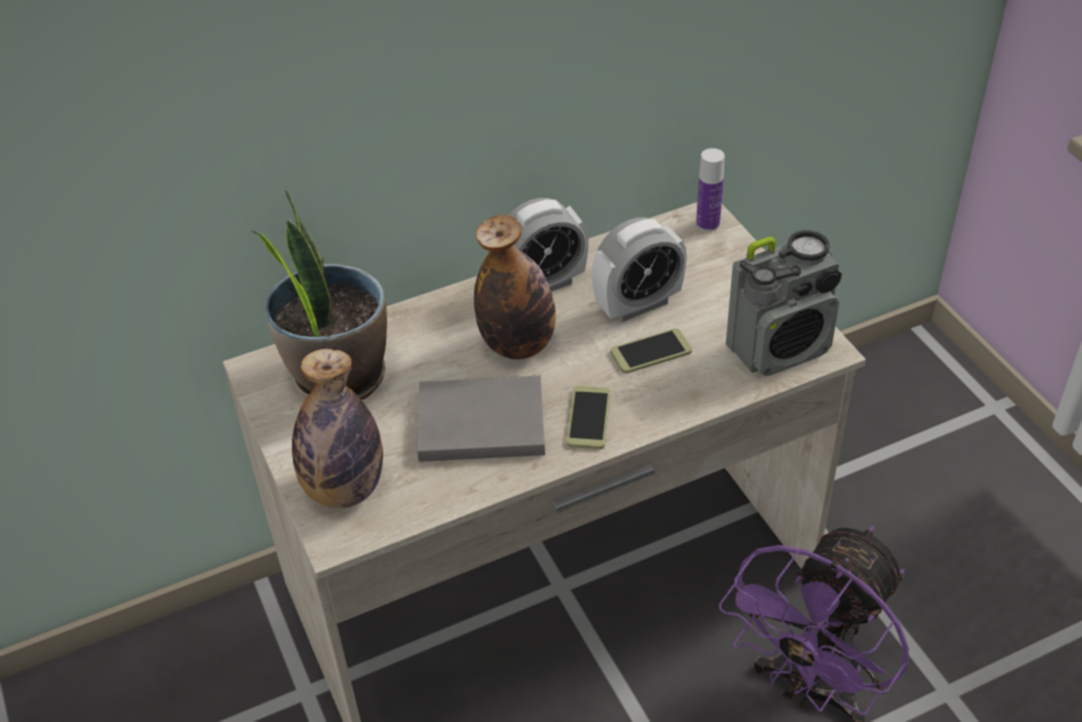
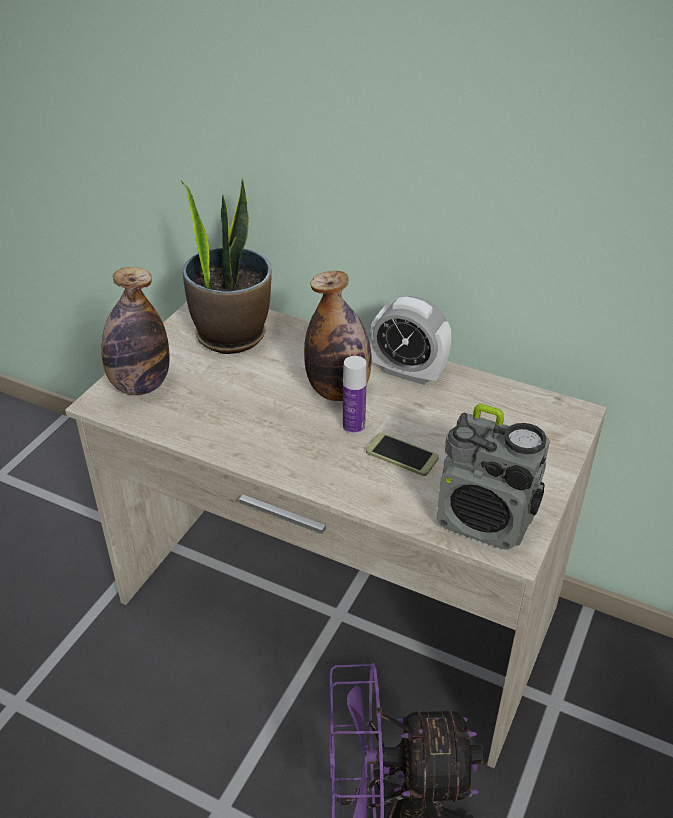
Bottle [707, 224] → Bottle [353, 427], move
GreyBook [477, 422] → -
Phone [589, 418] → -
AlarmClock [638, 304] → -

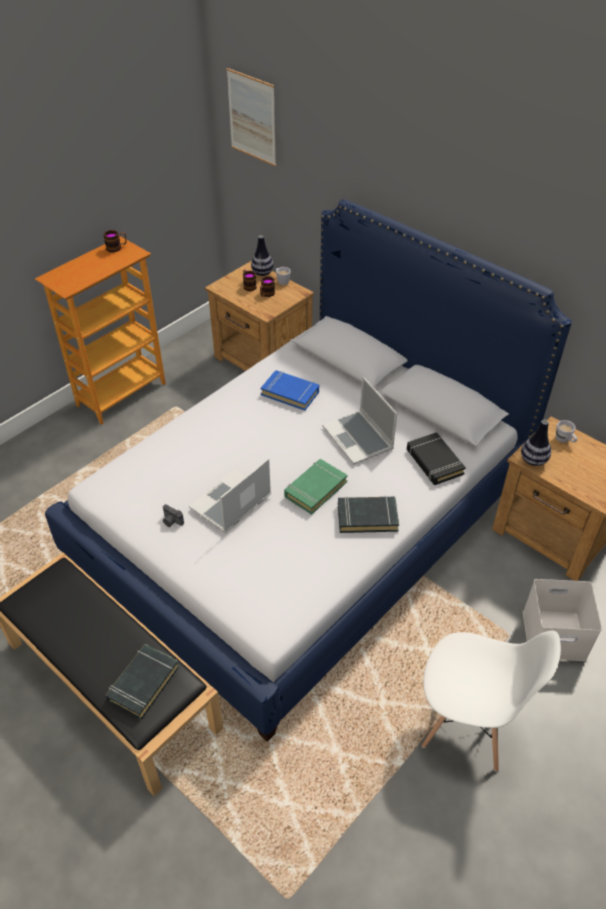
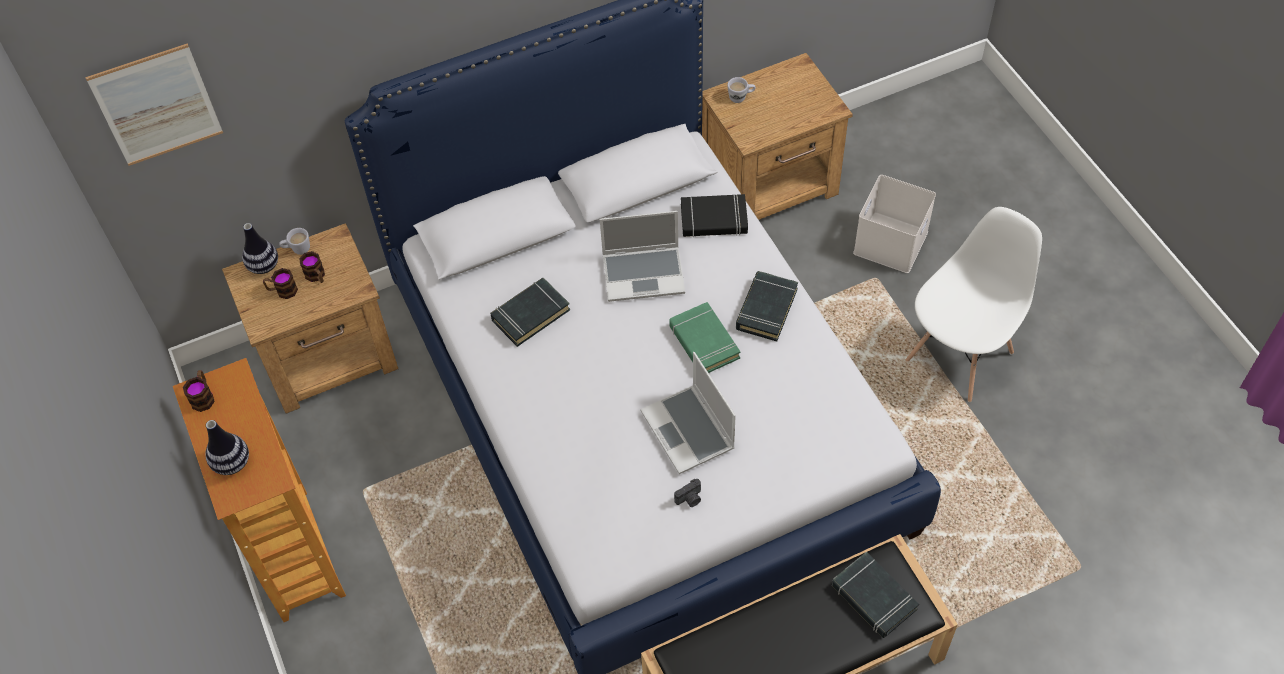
Vase [533, 460] → Vase [232, 463], move
BlueBook [290, 393] → BlackBook [530, 315]

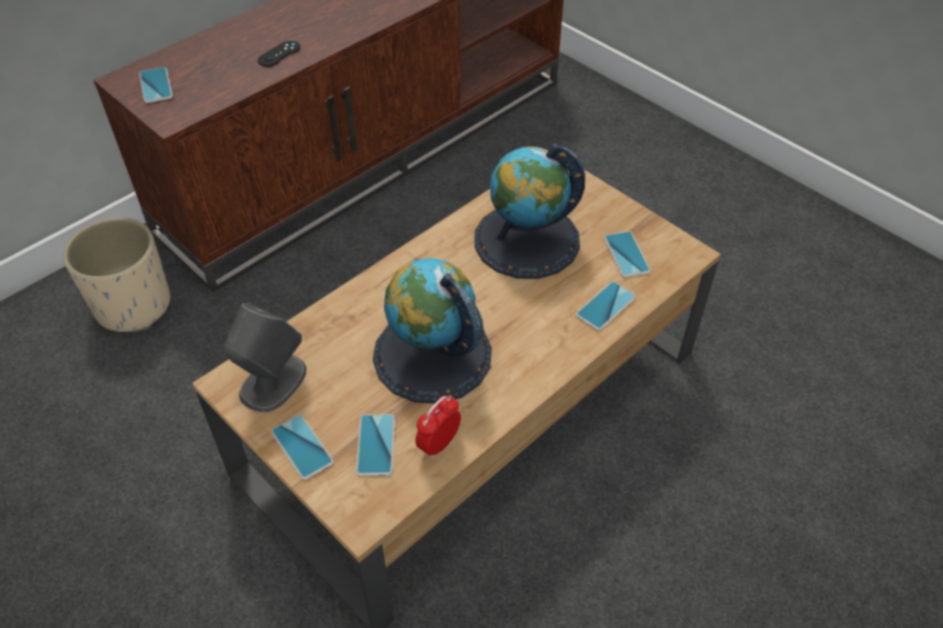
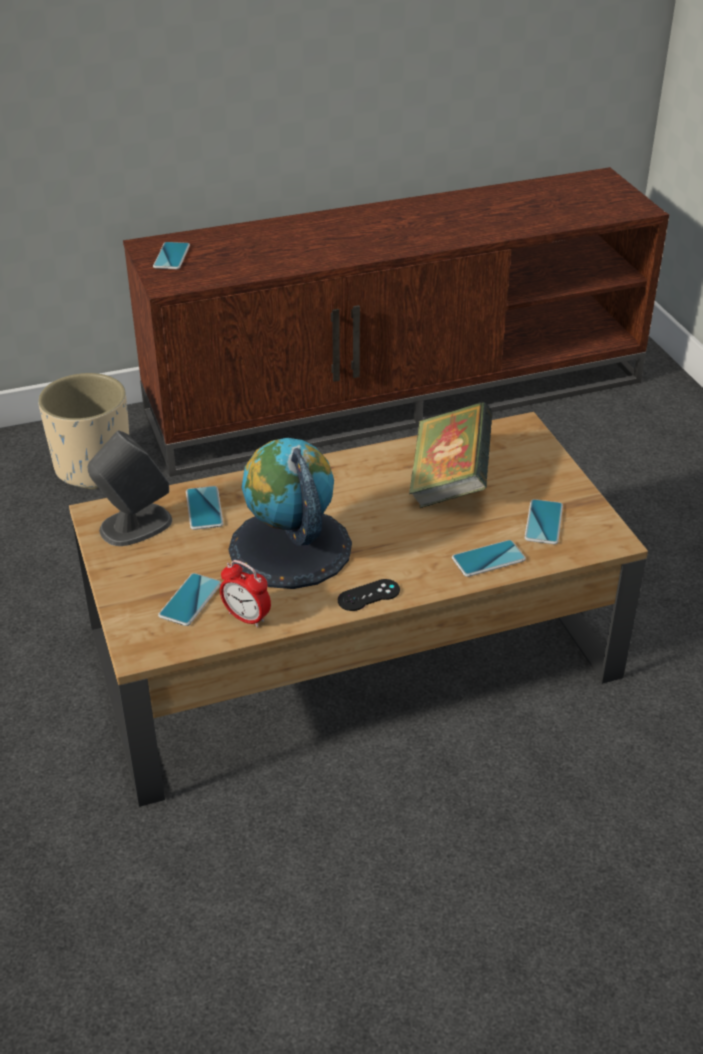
Phone [302, 447] → Phone [204, 508], move
AlarmClock [439, 444] → AlarmClock [246, 617], 120 degrees counterclockwise
BlackGameController [279, 54] → BlackGameController [368, 595], move
Globe [526, 240] → Book [449, 482]

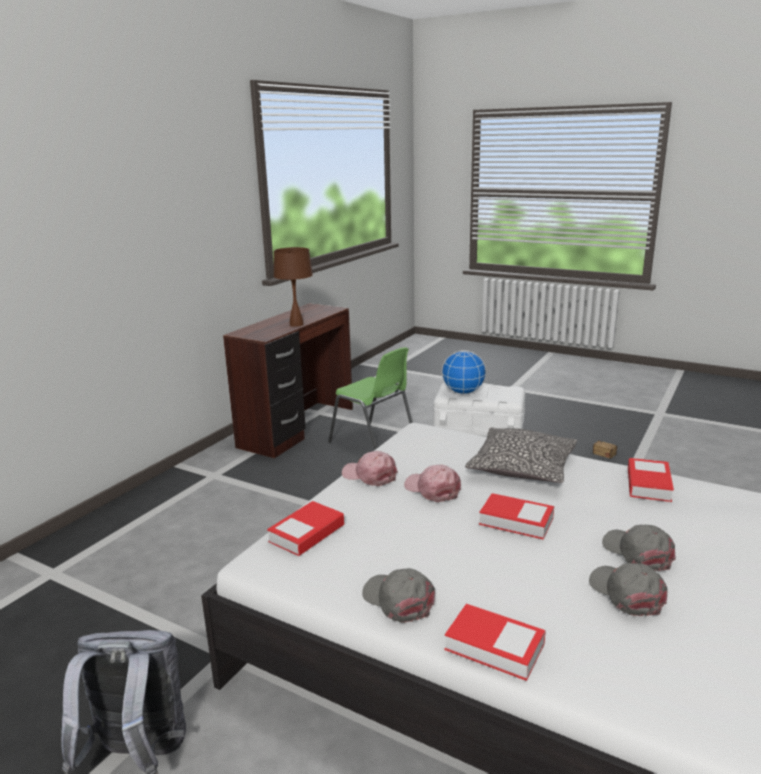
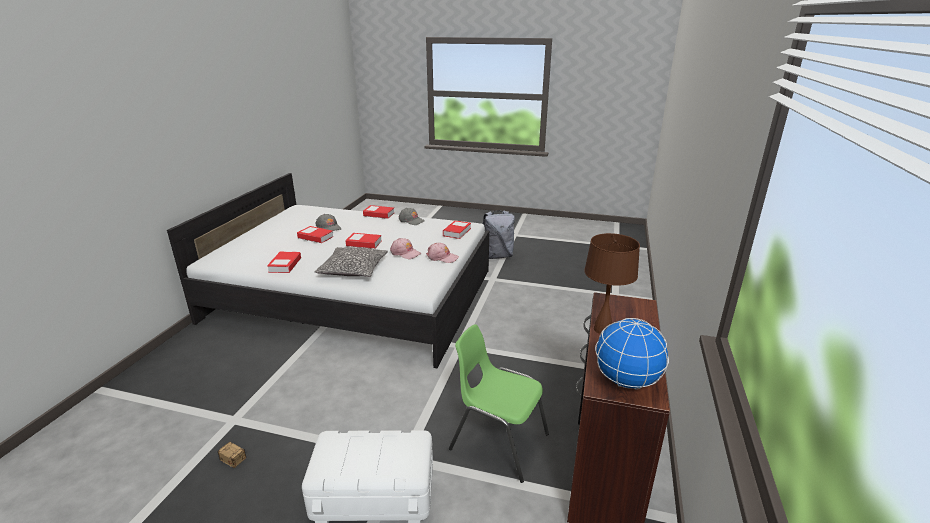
GreyCap [638, 553] → Book [315, 237]
Globe [463, 393] → Globe [626, 381], move

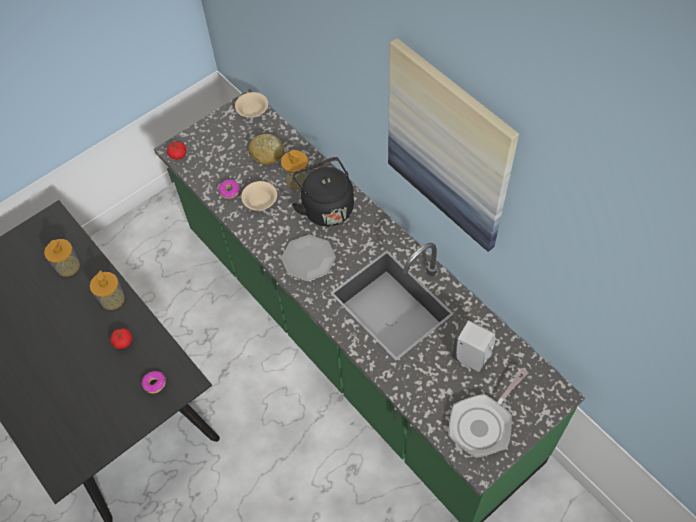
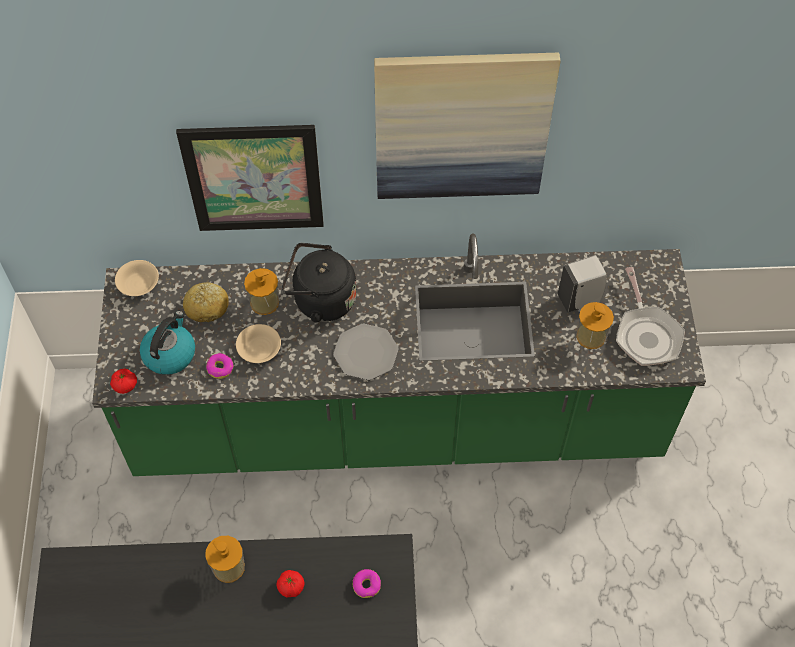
- → Kettle [170, 354]
- → Picture [254, 178]
SoapDispenser [68, 266] → SoapDispenser [591, 336], move

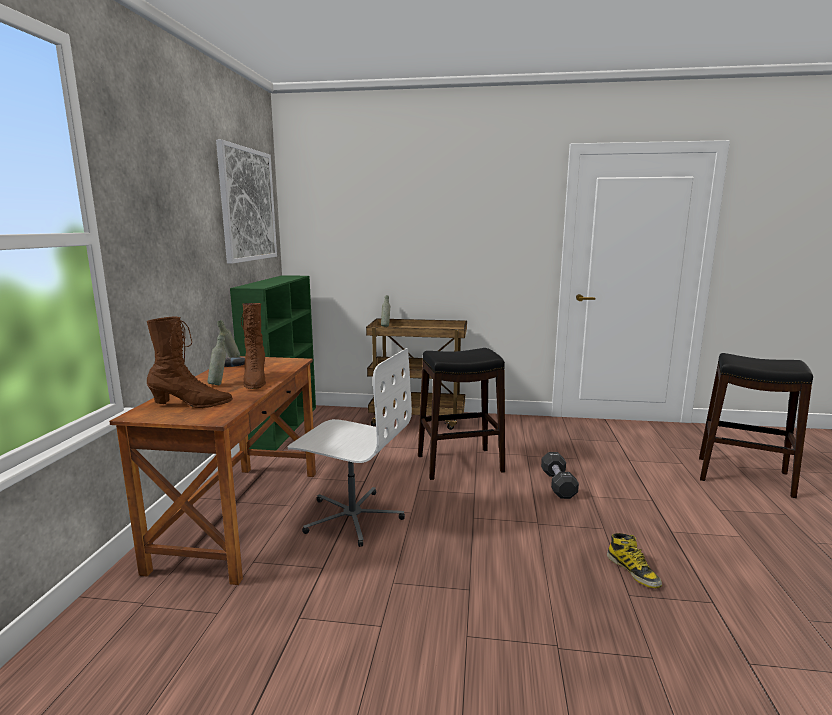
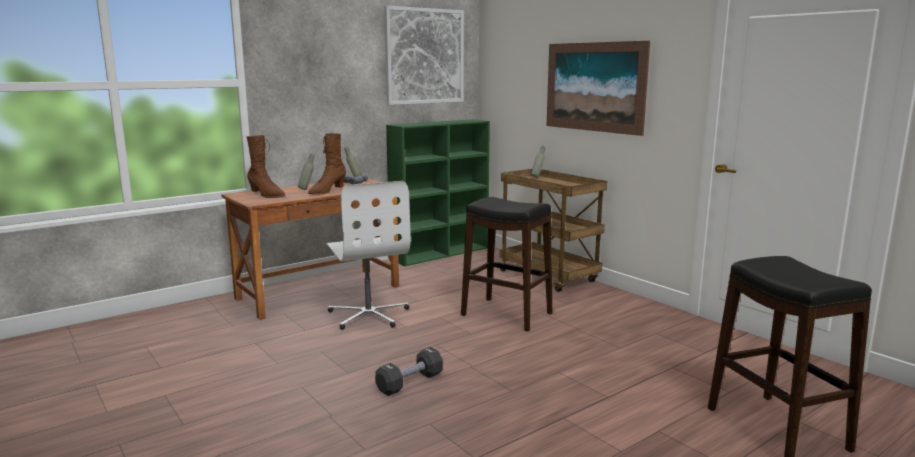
BlackDumbbell [558, 484] → BlackDumbbell [410, 383], move
- → Picture [594, 87]
Boot [633, 571] → -

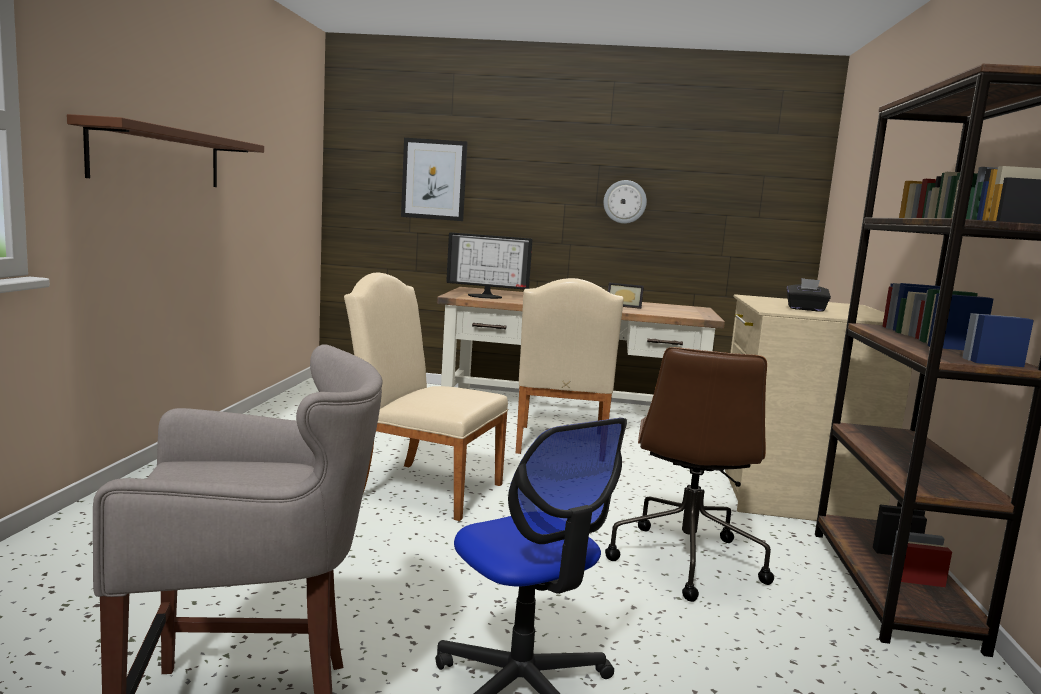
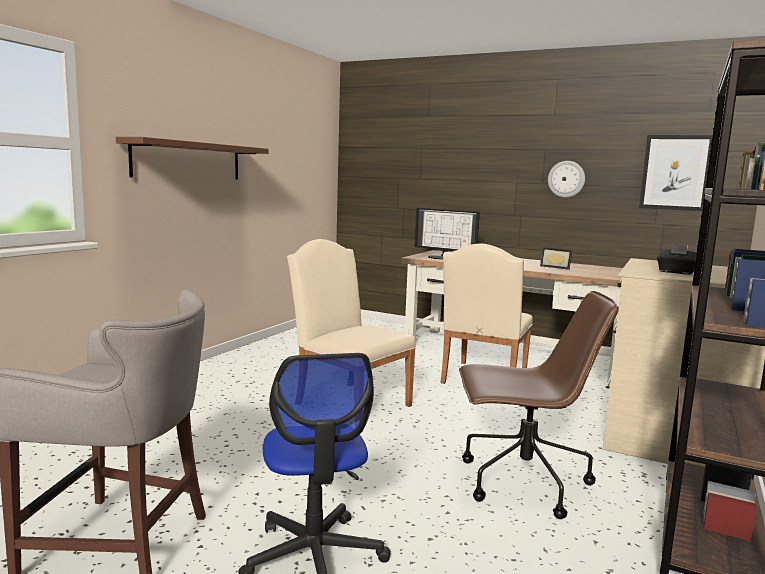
BrownOfficeChair [685, 560] → BrownOfficeChair [521, 482], 120 degrees counterclockwise
Picture [434, 179] → Picture [675, 172], move

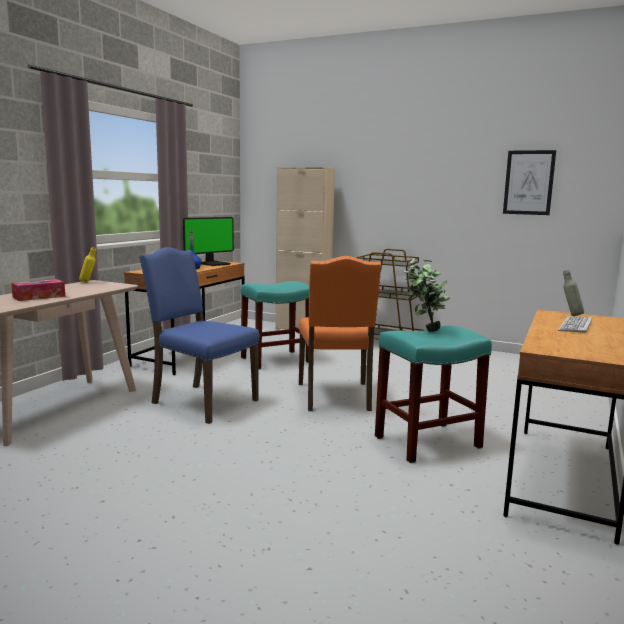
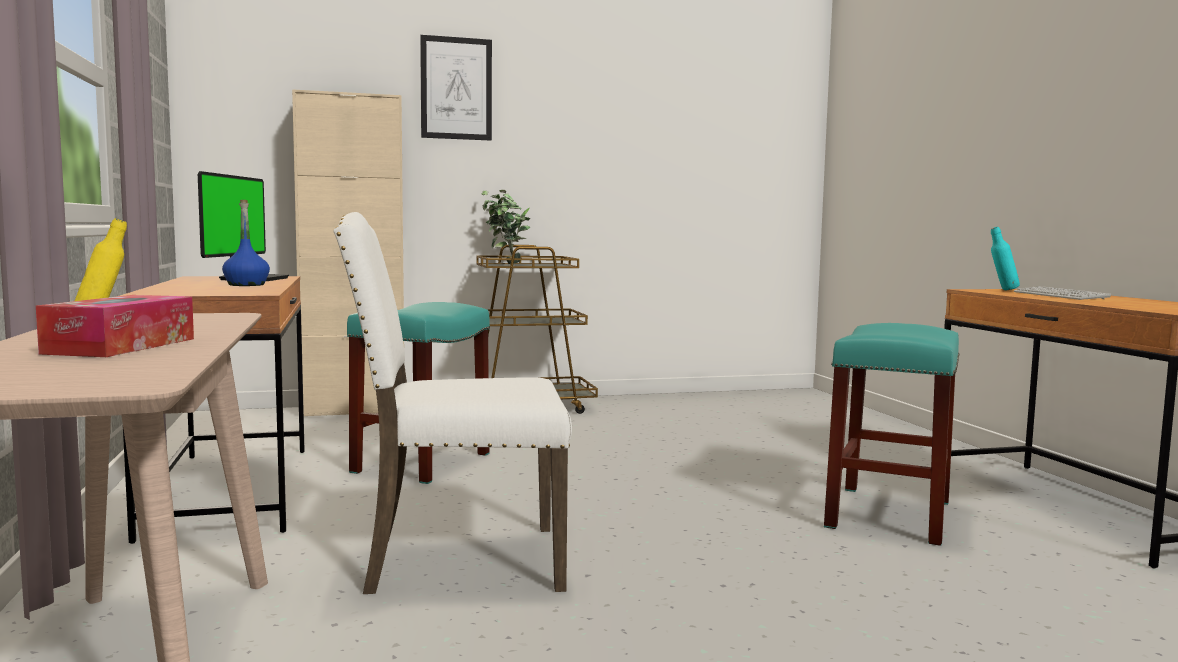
BlueChair [201, 401] → WhiteChair [459, 561]
Picture [528, 182] → Picture [456, 88], move
PottedPlant [423, 330] → PottedPlant [505, 264], move
GreyBottle [570, 315] → TurquoiseBottle [1002, 290]
OrangeChair [335, 397] → -

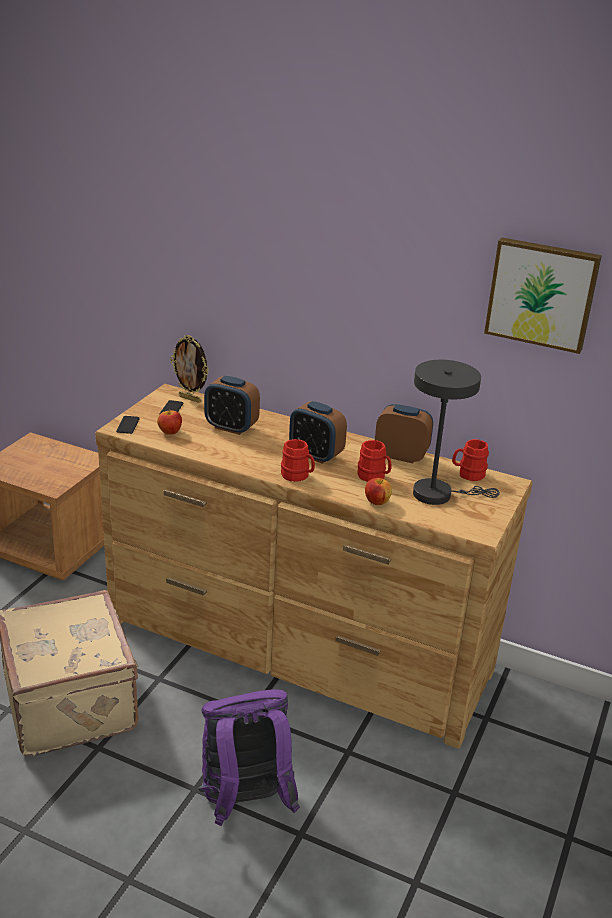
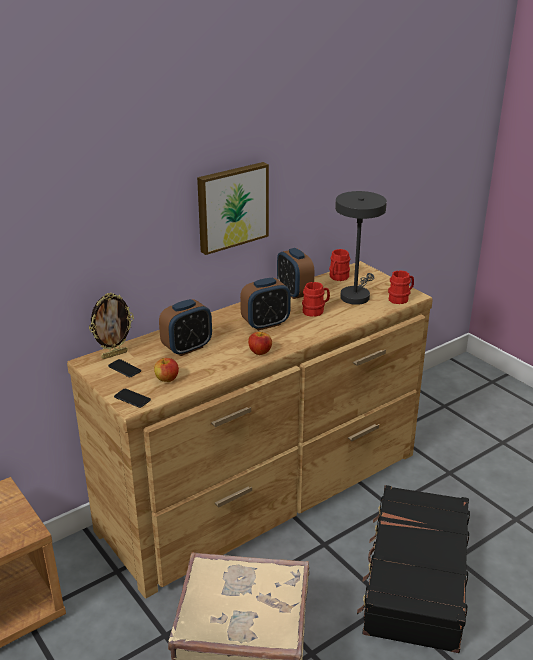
Picture [542, 294] → Picture [231, 206], move
Apple [377, 502] → Apple [260, 352], move
AlarmClock [401, 456] → AlarmClock [294, 292], 75 degrees counterclockwise
PurpleBackpack [245, 803] → BlackSuitcase [415, 578]
RedMug [298, 476] → RedMug [401, 298], move

